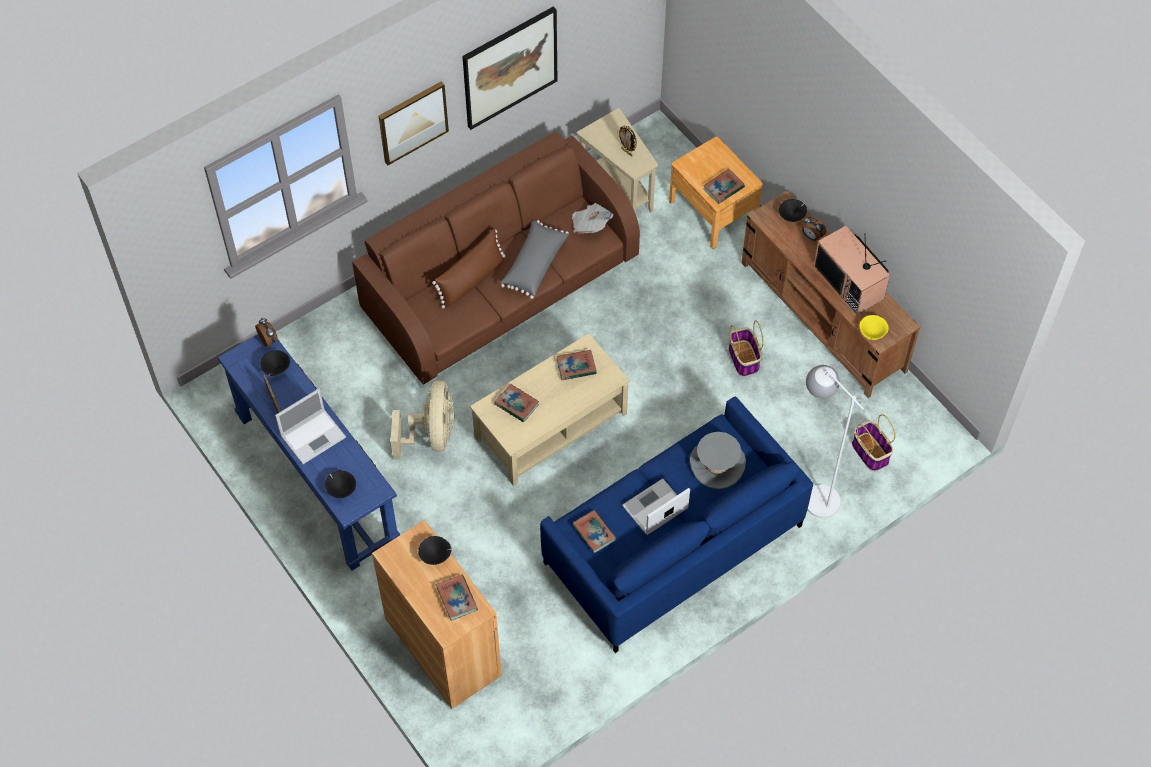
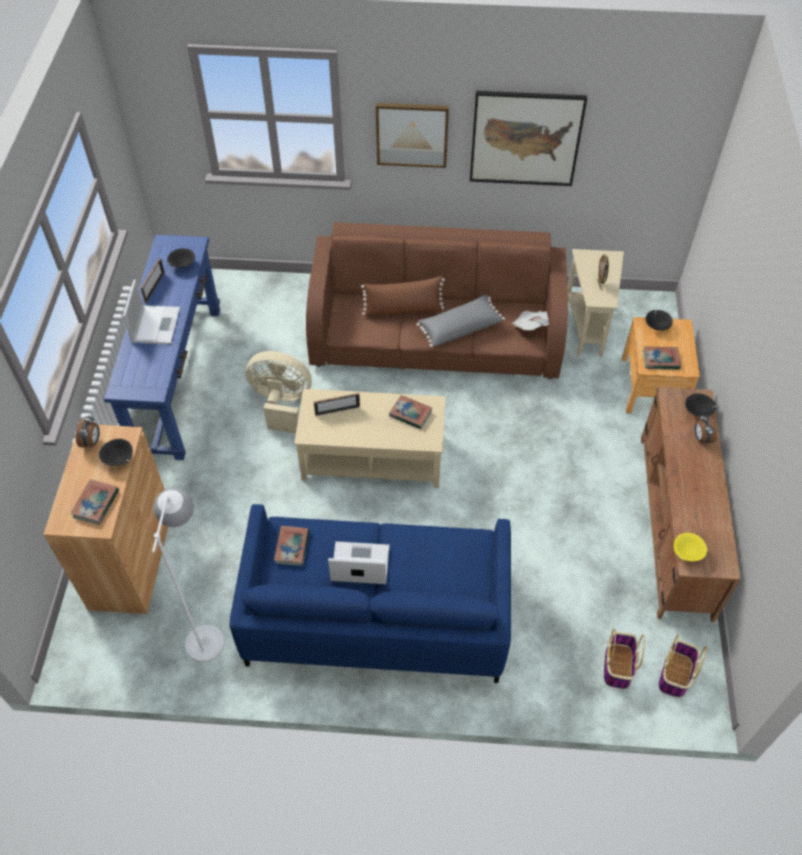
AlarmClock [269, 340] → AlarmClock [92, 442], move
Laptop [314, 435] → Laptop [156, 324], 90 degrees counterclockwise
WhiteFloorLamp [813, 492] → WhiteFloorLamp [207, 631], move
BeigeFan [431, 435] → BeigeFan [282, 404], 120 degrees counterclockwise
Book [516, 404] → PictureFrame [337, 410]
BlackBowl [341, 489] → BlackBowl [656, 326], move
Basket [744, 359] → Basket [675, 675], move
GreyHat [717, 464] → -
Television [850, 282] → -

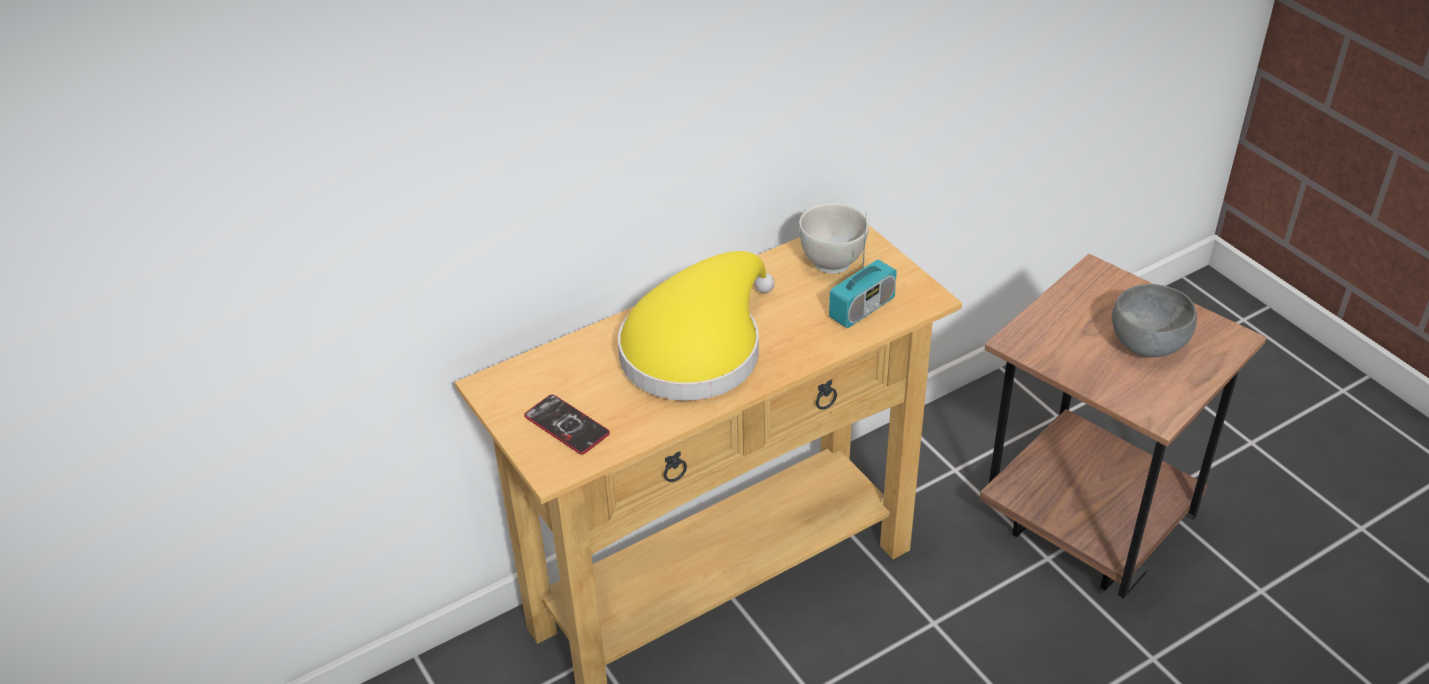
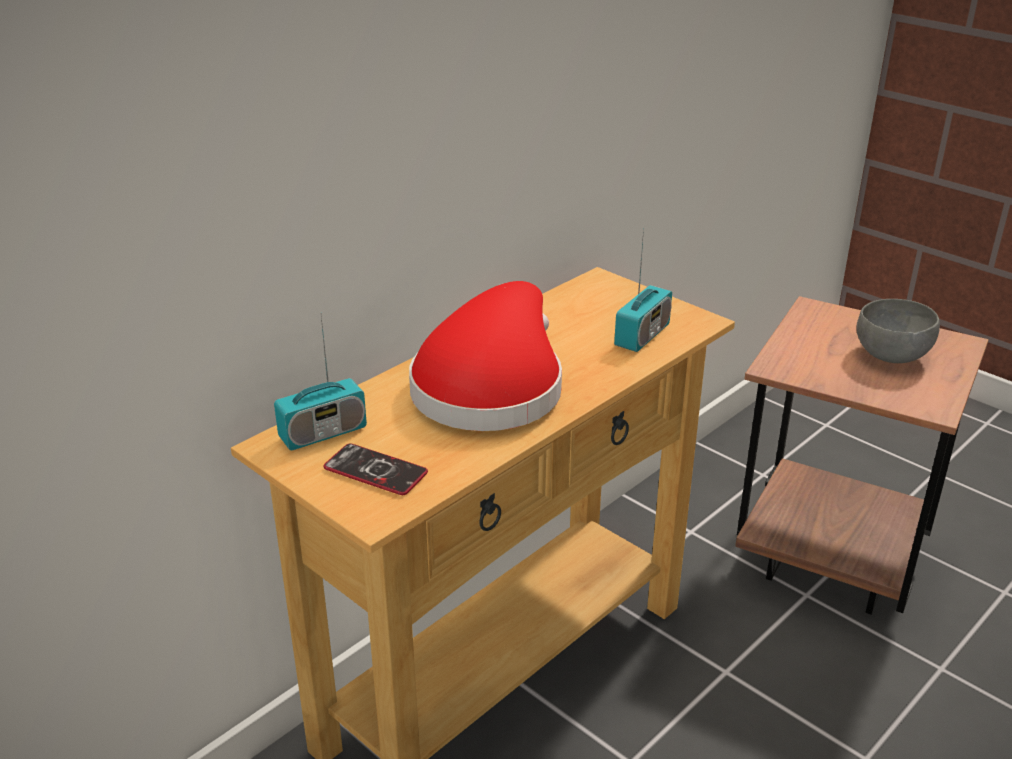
- → Radio [323, 433]
YellowHat [697, 348] → RedHat [491, 386]
WhiteBowl [832, 262] → -

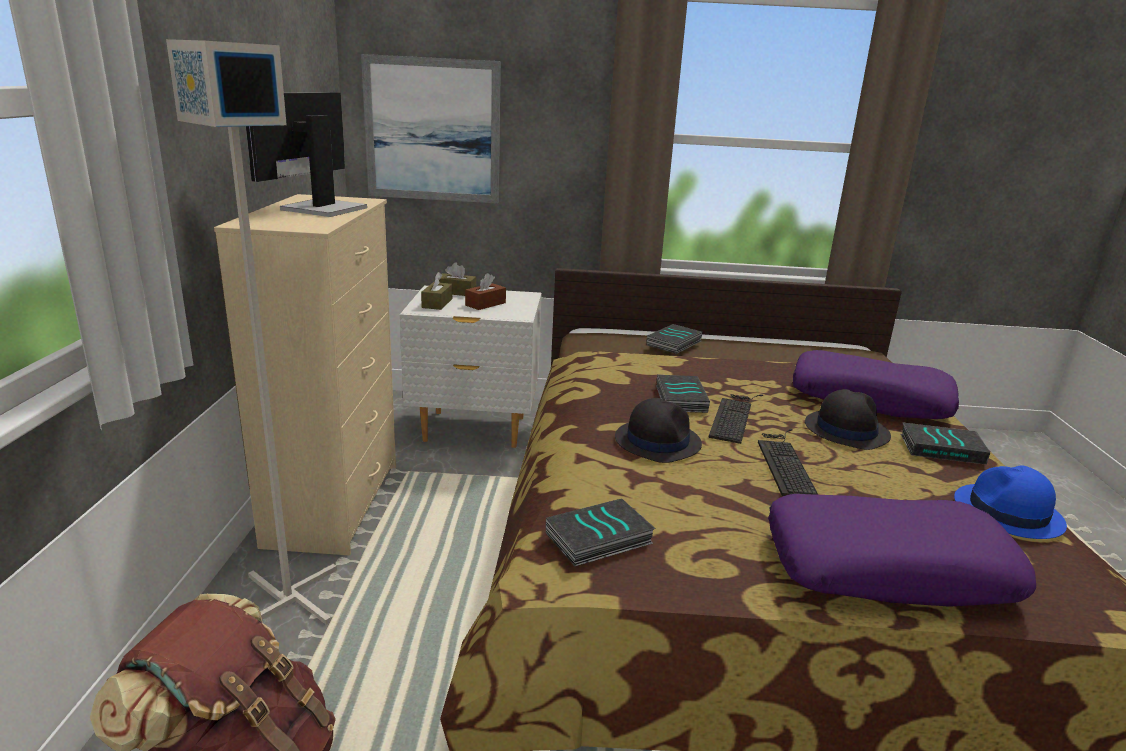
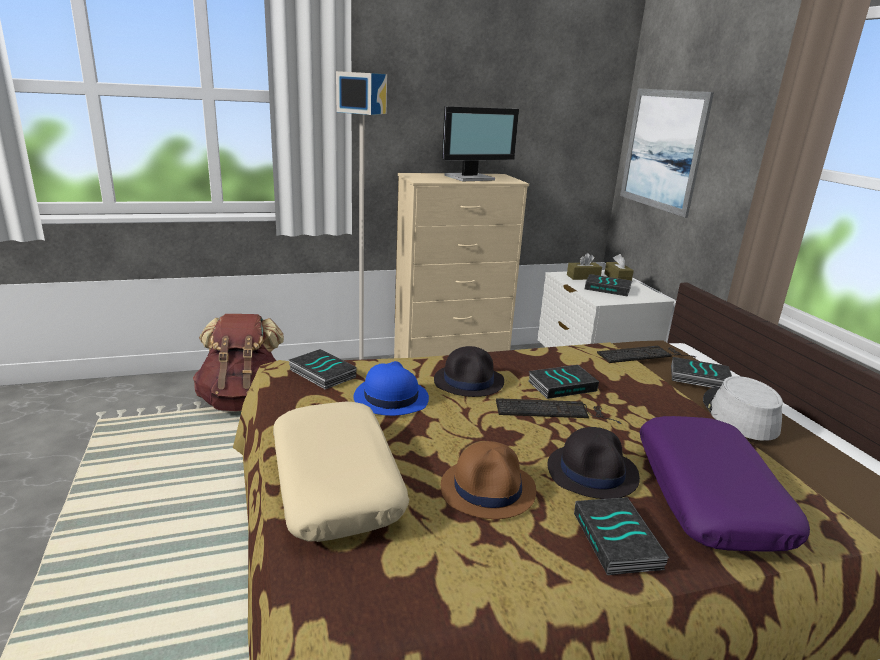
PurplePillow [887, 568] → BeigePillow [337, 482]
BlueHat [1007, 513] → BlueHat [390, 398], move
- → BrownHat [488, 489]
Monitor [320, 209] → Monitor [471, 178], 150 degrees clockwise
BrownTissueBox [485, 304] → Book [608, 288]
Keyboard [784, 462] → Keyboard [643, 355], move
- → GreyHat [739, 414]

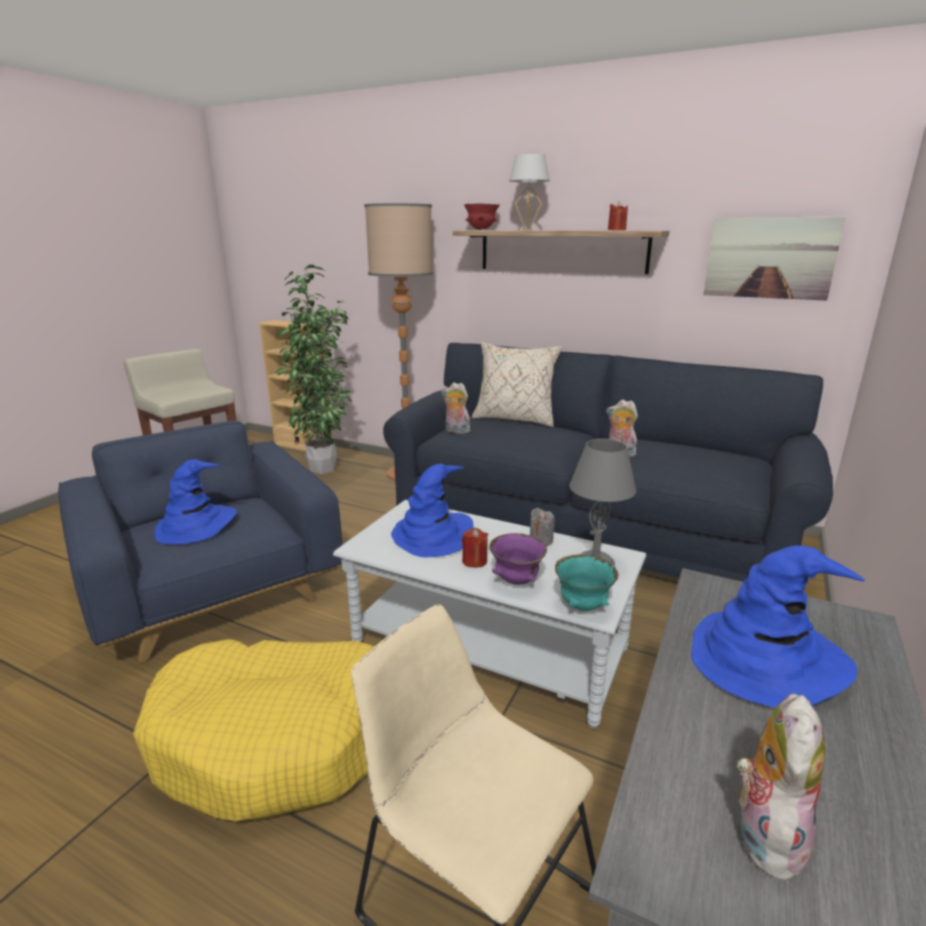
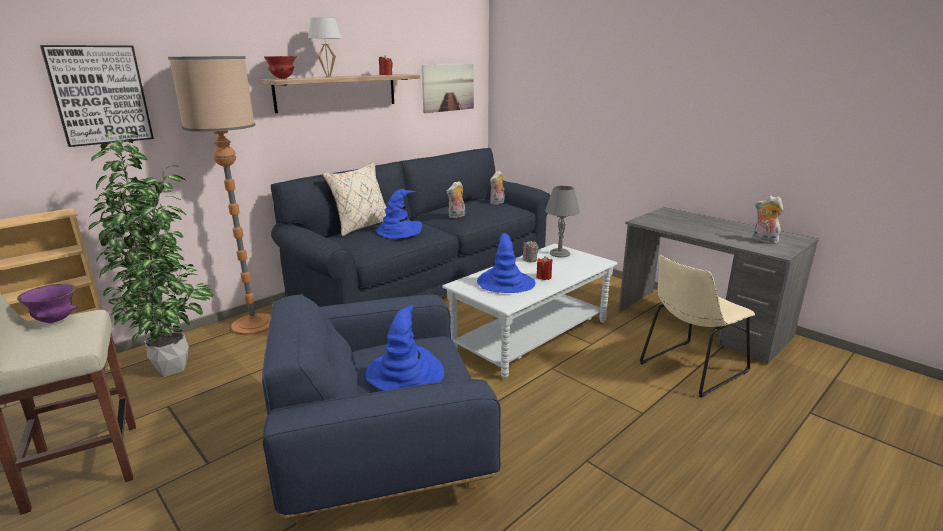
PurpleBowl [516, 581] → PurpleBowl [55, 321], move
- → Picture [100, 95]
BlueHat [766, 659] → BlueHat [399, 231], move
PlushToy [456, 431] → PlushToy [497, 203], move
YellowDogBed [280, 738] → -
TurquoiseBowl [583, 606] → -

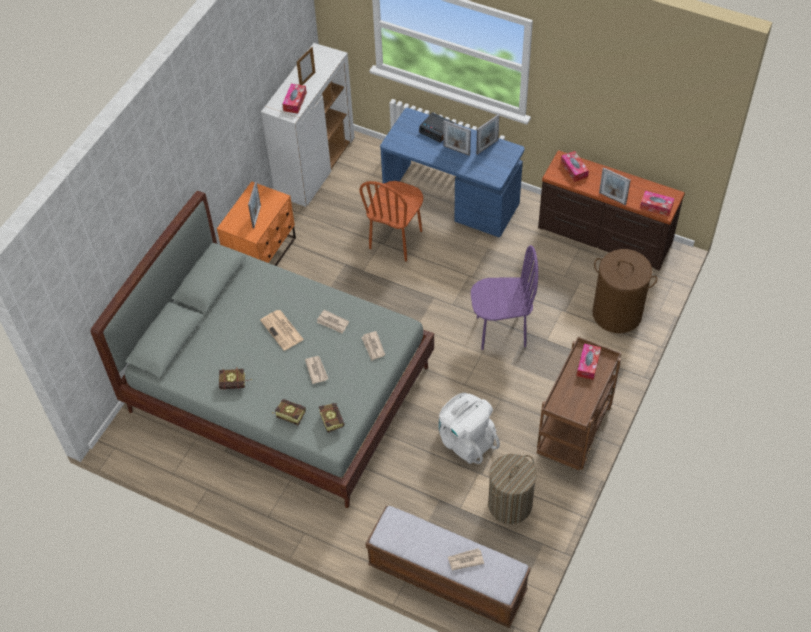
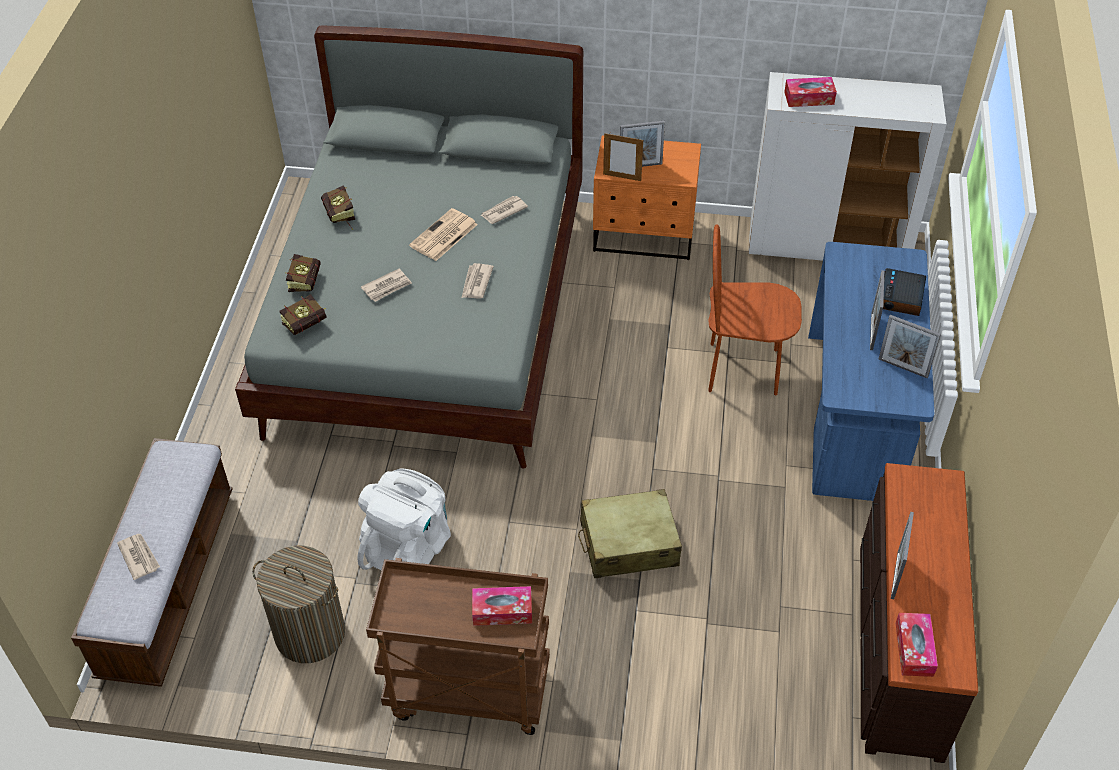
Newspaper [373, 347] → Newspaper [503, 211], move
PurpleChair [501, 331] → BeigeSuitcase [628, 543]
PictureFrame [307, 79] → PictureFrame [622, 177], move
TissueBox [574, 169] → -
BrownLaundryBasket [617, 313] → -

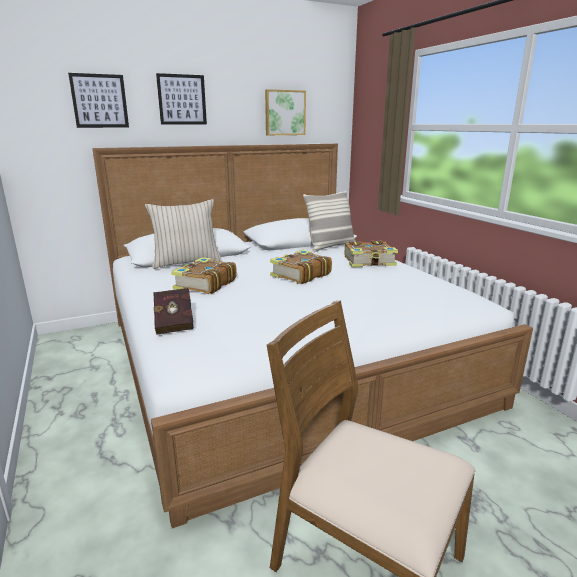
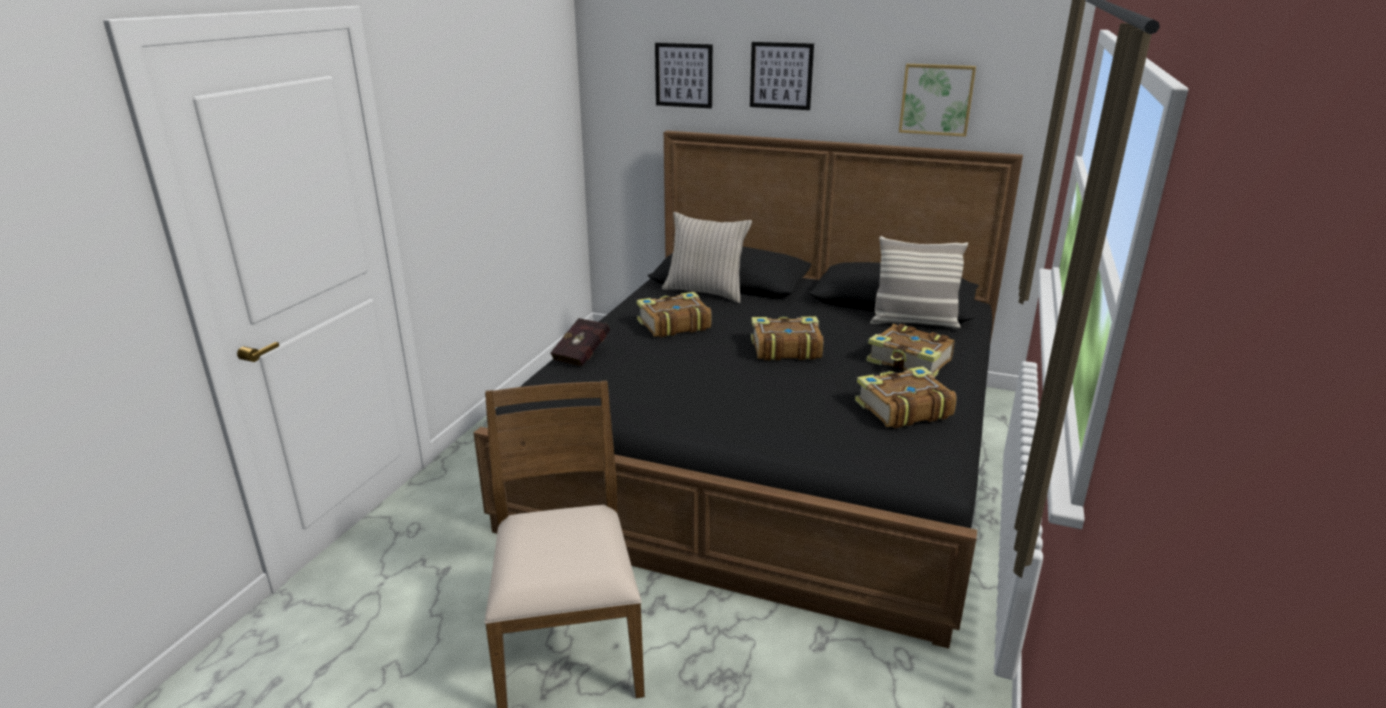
WhiteBed [282, 358] → BlackBed [770, 449]
- → Book [902, 409]

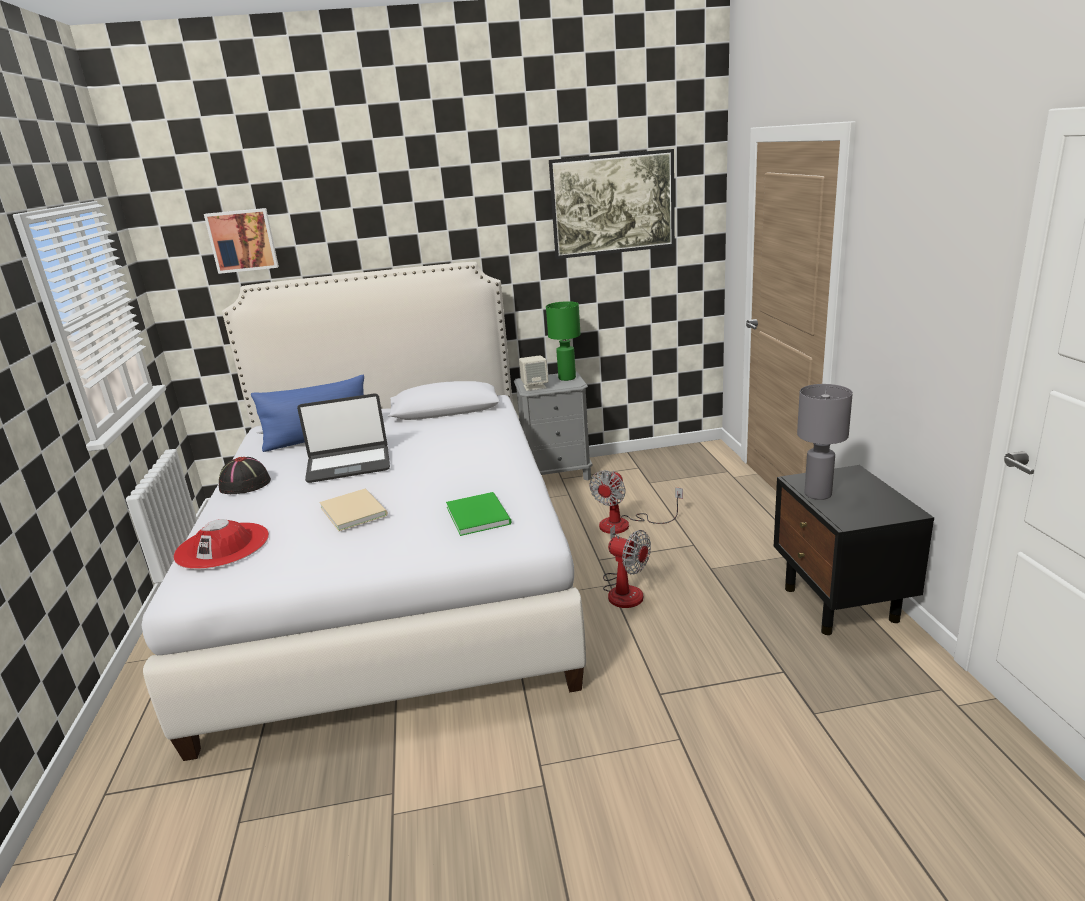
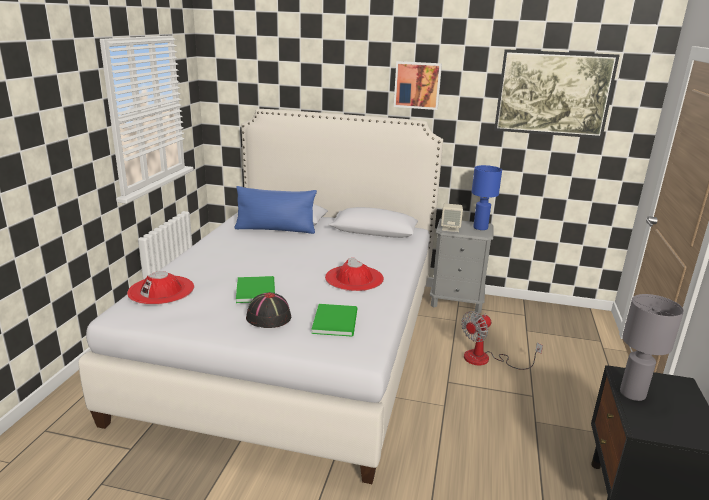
BeigeBook [354, 510] → GreenBook [257, 290]
BlackHat [244, 484] → BlackHat [268, 317], move
- → RedHat [354, 278]
Picture [242, 240] → Picture [417, 85], move
GreenTableLamp [567, 378] → BlueTableLamp [481, 228]
Laptop [348, 465] → -
Fan [624, 589] → -

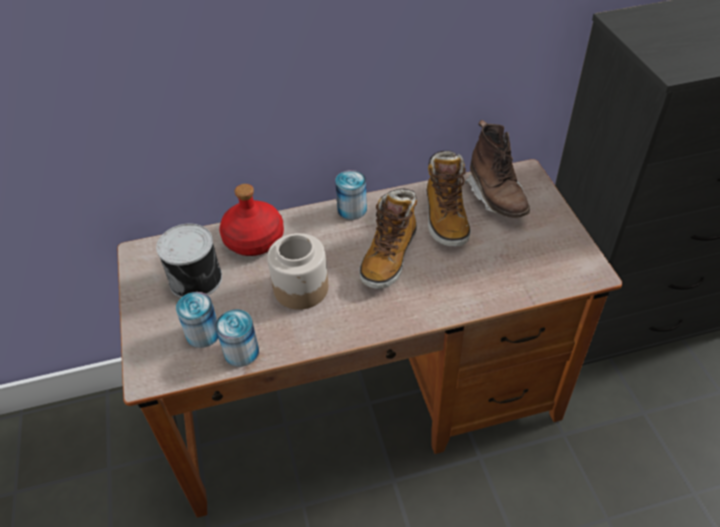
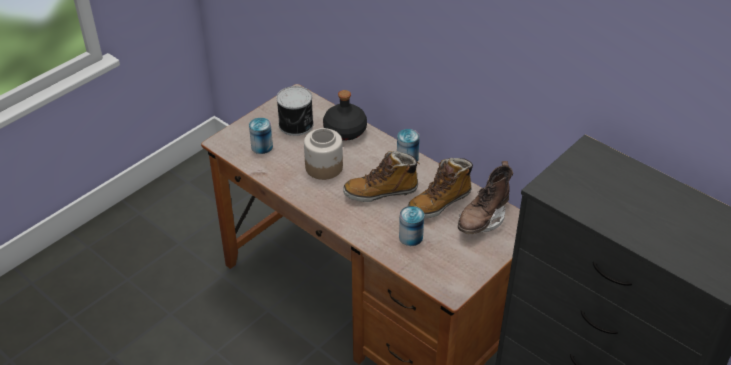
RedBottle [254, 240] → BlackBottle [344, 131]
Can [241, 352] → Can [410, 237], move

